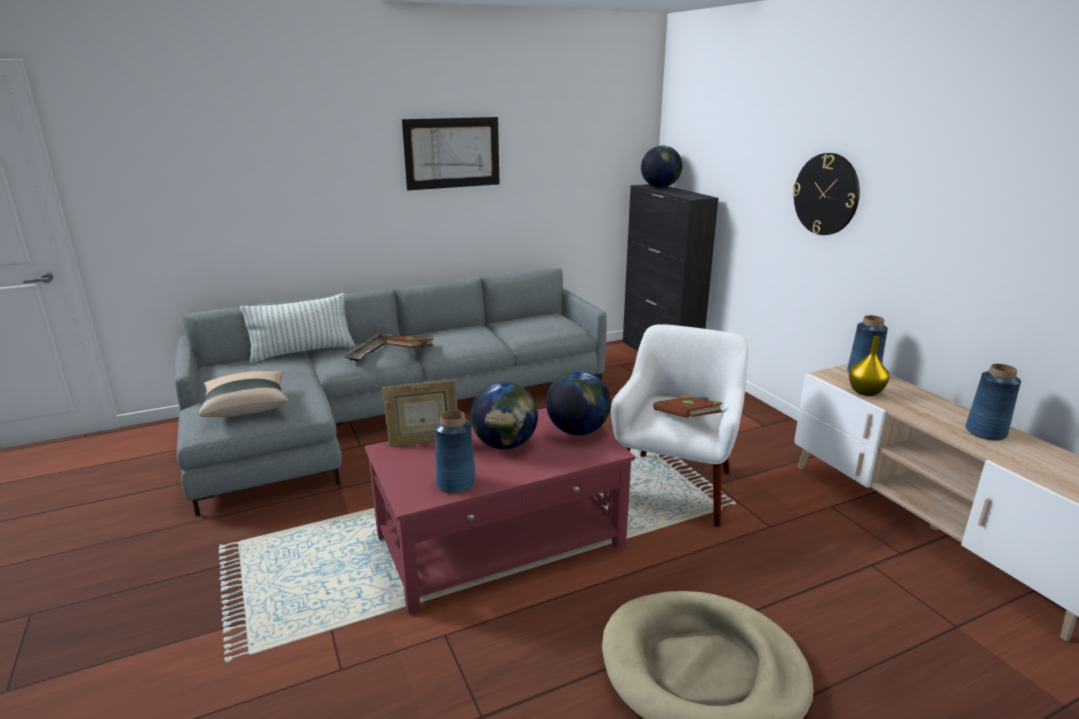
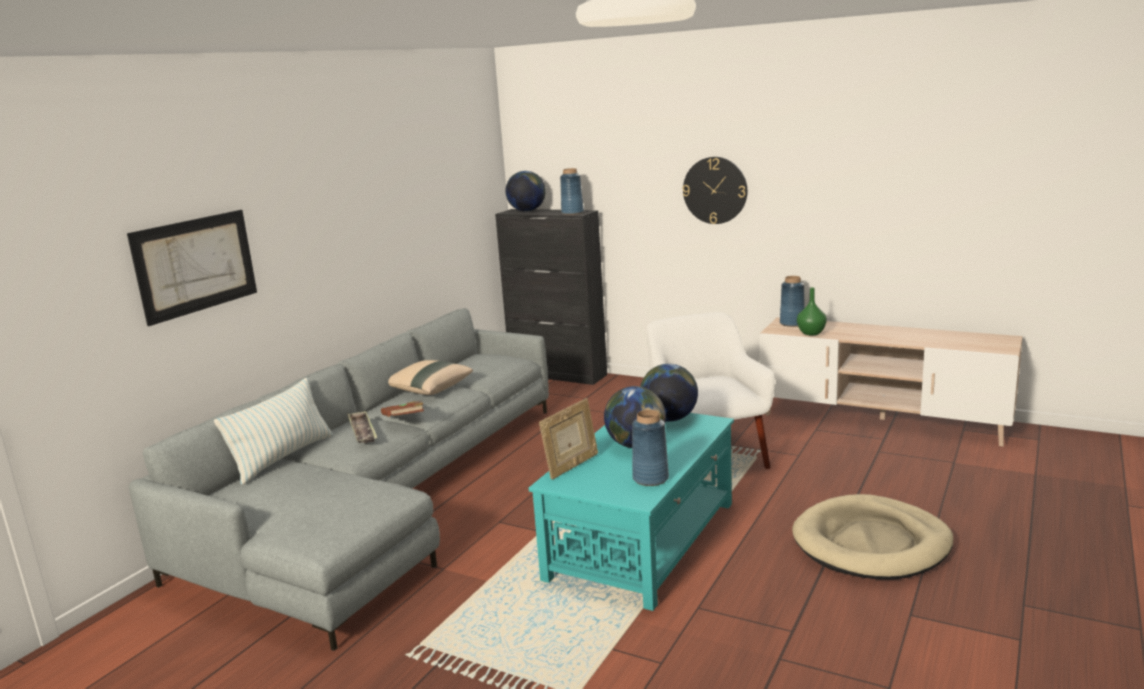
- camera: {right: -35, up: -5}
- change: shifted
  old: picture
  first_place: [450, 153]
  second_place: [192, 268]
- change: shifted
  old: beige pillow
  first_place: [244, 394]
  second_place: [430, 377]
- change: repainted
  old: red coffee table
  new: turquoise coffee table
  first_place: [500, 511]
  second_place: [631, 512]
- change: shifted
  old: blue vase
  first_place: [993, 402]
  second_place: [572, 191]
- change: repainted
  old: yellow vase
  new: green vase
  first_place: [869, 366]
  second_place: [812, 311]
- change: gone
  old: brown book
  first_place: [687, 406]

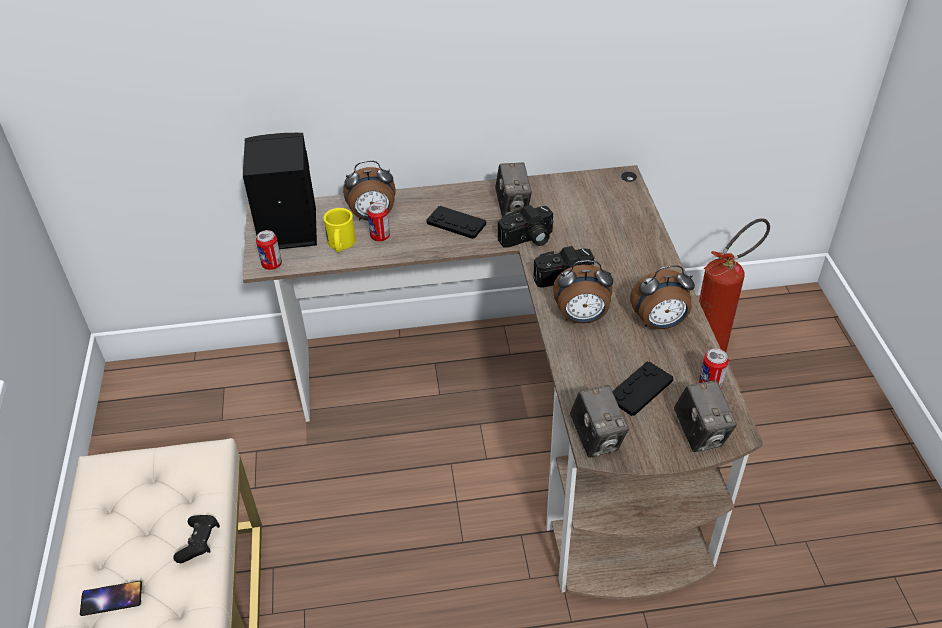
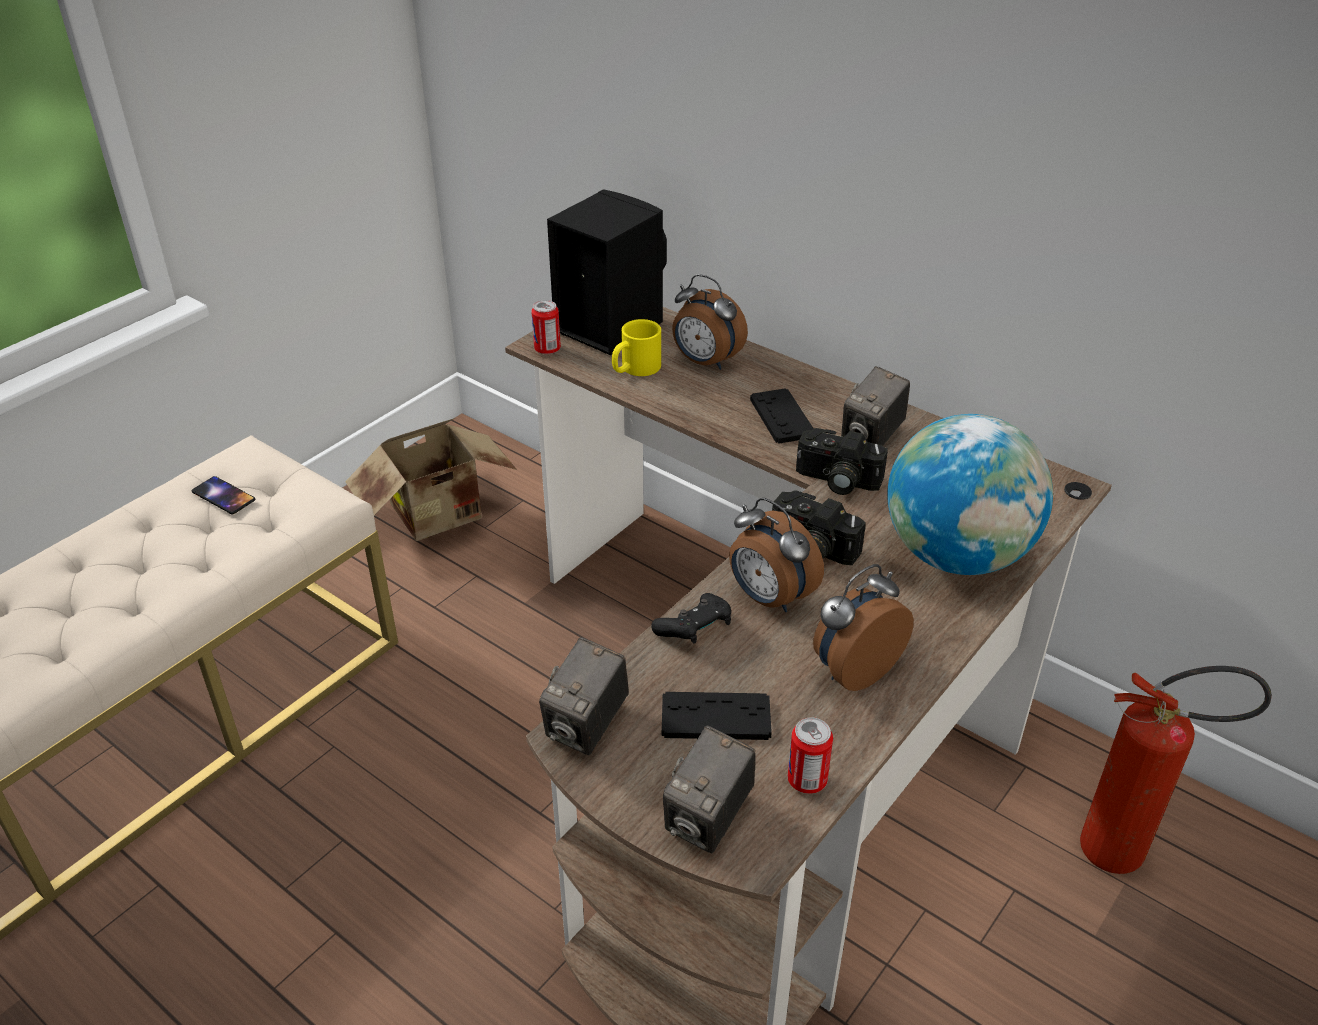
- camera: {right: 45, up: -5}
- change: shifted
  old: phone
  first_place: [111, 598]
  second_place: [224, 495]
- change: new
  new: cardboard box
  second_place: [431, 479]
- change: shifted
  old: black game controller
  first_place: [196, 539]
  second_place: [691, 618]
- change: rotated
  old: alarm clock
  first_place: [662, 297]
  second_place: [863, 627]
  degrees: 105
- change: new
  new: globe
  second_place: [970, 494]
- change: gone
  old: can
  first_place: [378, 222]

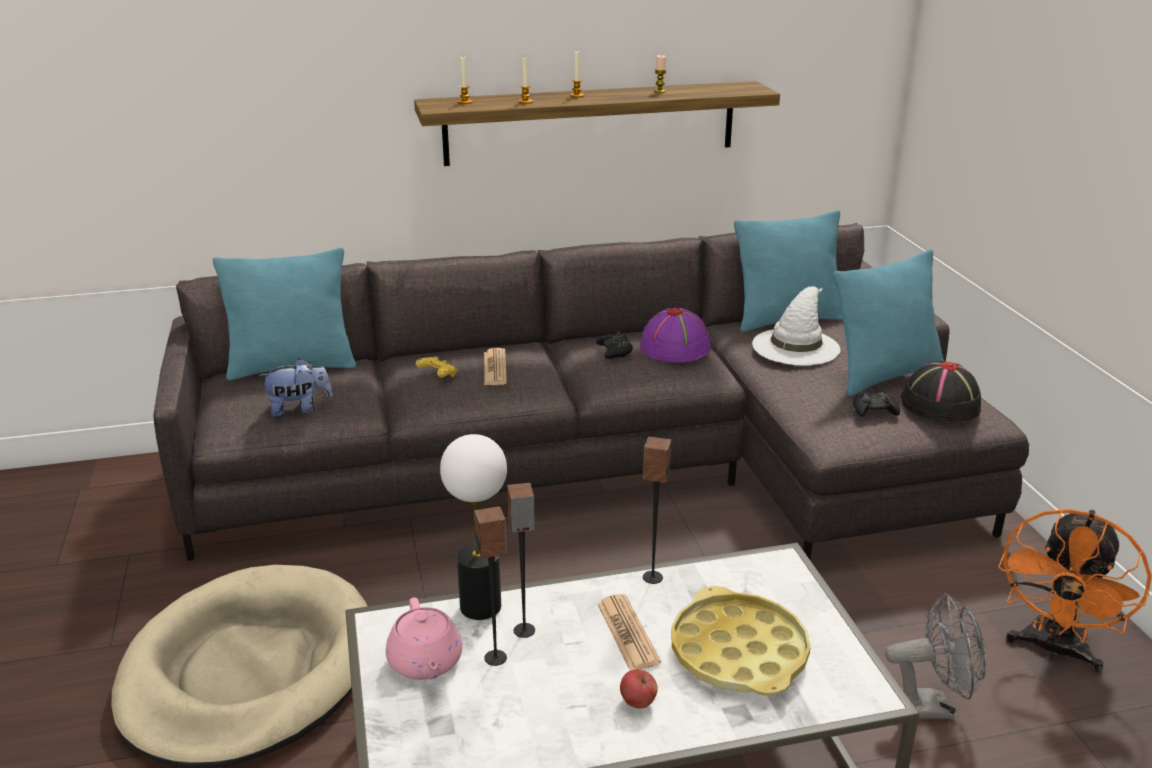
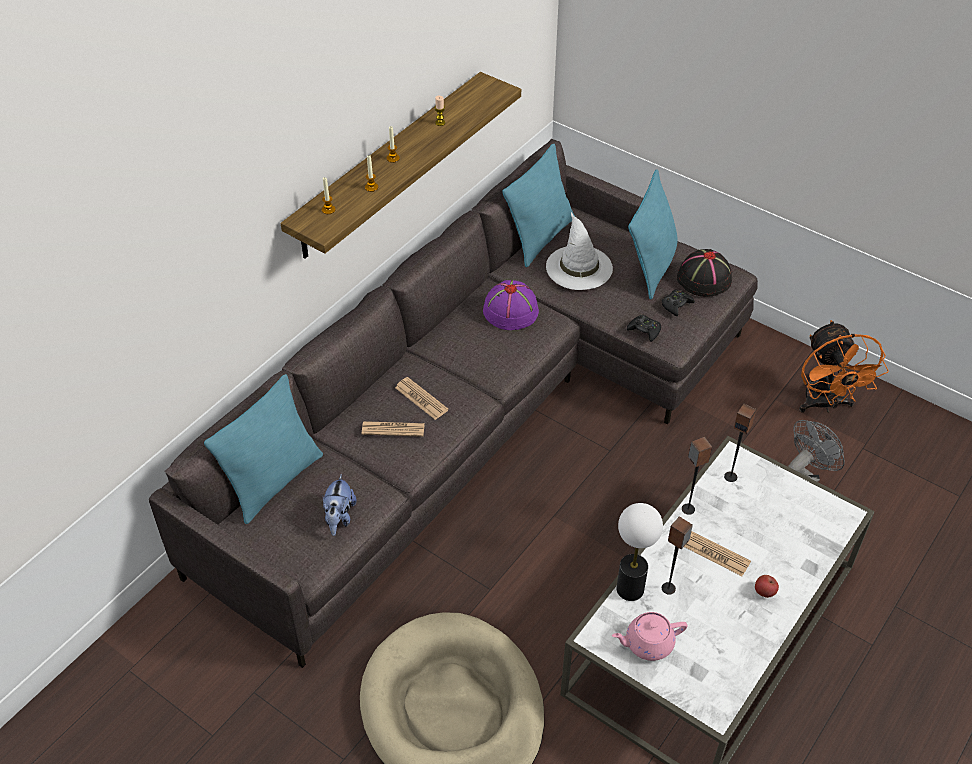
- camera: {right: -40, up: 20}
- change: rotated
  old: plush toy
  first_place: [295, 388]
  second_place: [340, 505]
  degrees: 150
- change: swapped
  old: yellow game controller
  new: newspaper
  first_place: [436, 366]
  second_place: [393, 429]
- change: rotated
  old: pink teapot
  first_place: [424, 638]
  second_place: [649, 636]
  degrees: 135
- change: shifted
  old: black game controller
  first_place: [614, 345]
  second_place: [644, 328]
- change: shifted
  old: speaker
  first_place: [490, 586]
  second_place: [740, 443]
- change: gone
  old: yellow tray
  first_place: [741, 641]

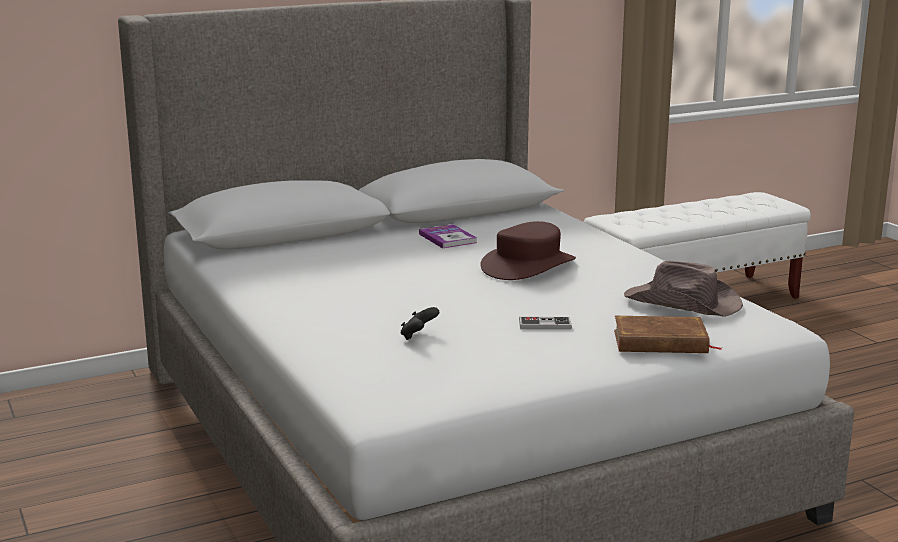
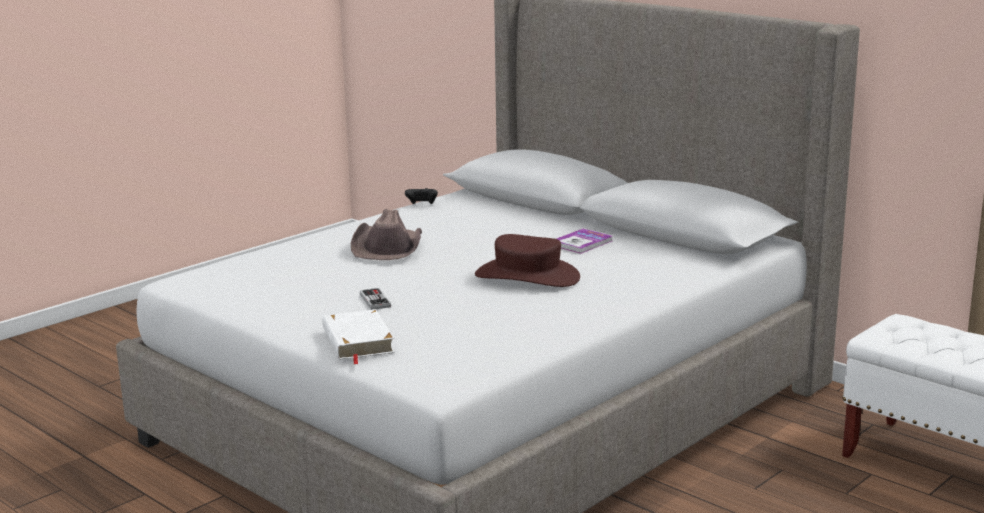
- camera: {right: 70, up: 0}
- change: repainted
  old: brown book
  new: white book
  first_place: [668, 334]
  second_place: [359, 336]
- change: shifted
  old: brown hat
  first_place: [683, 289]
  second_place: [386, 234]
- change: shifted
  old: black game controller
  first_place: [420, 323]
  second_place: [421, 196]

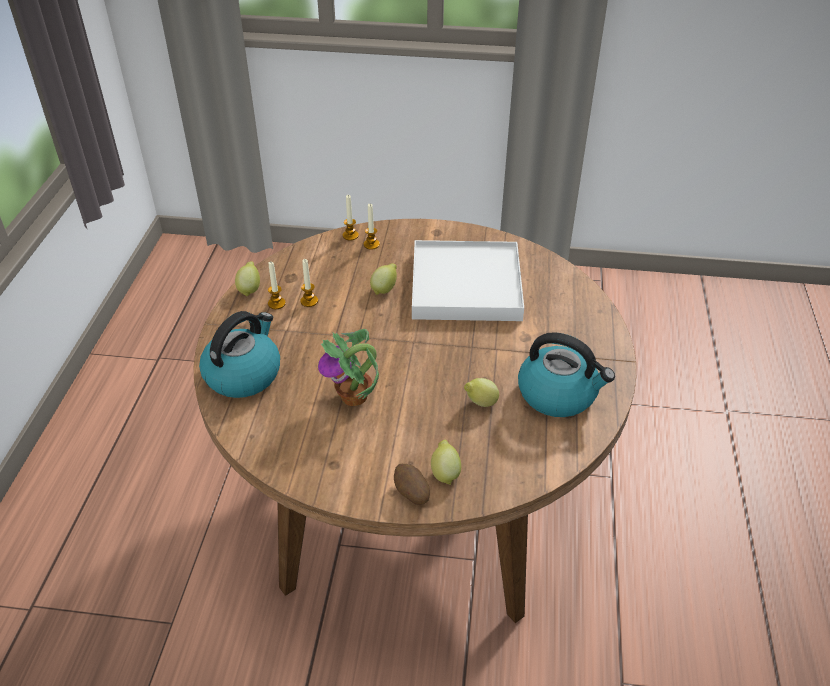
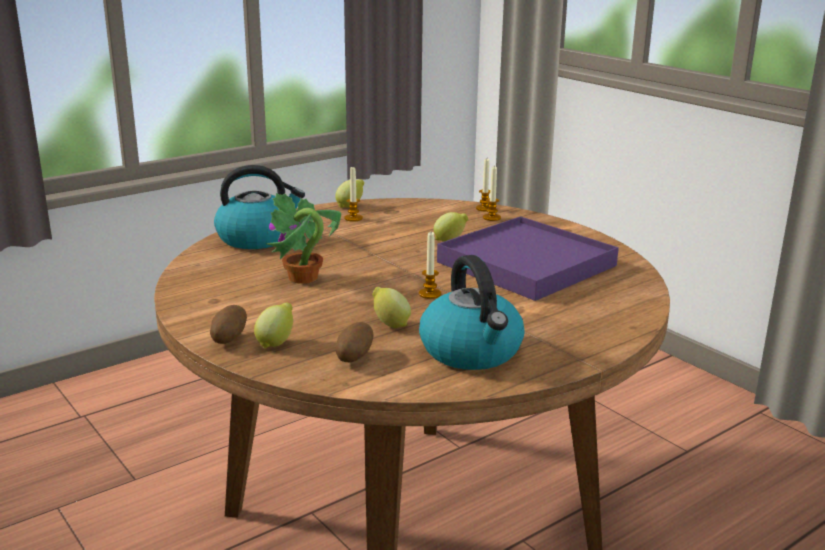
- camera: {right: 45, up: -20}
- change: new
  new: potato
  second_place: [355, 342]
- change: shifted
  old: candle
  first_place: [309, 283]
  second_place: [430, 265]
- change: repainted
  old: white tray
  new: purple tray
  first_place: [468, 280]
  second_place: [528, 258]

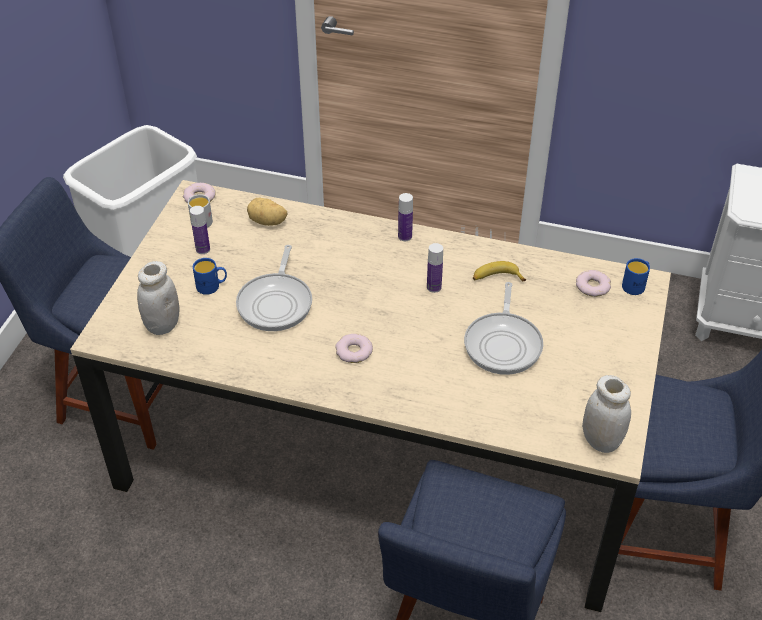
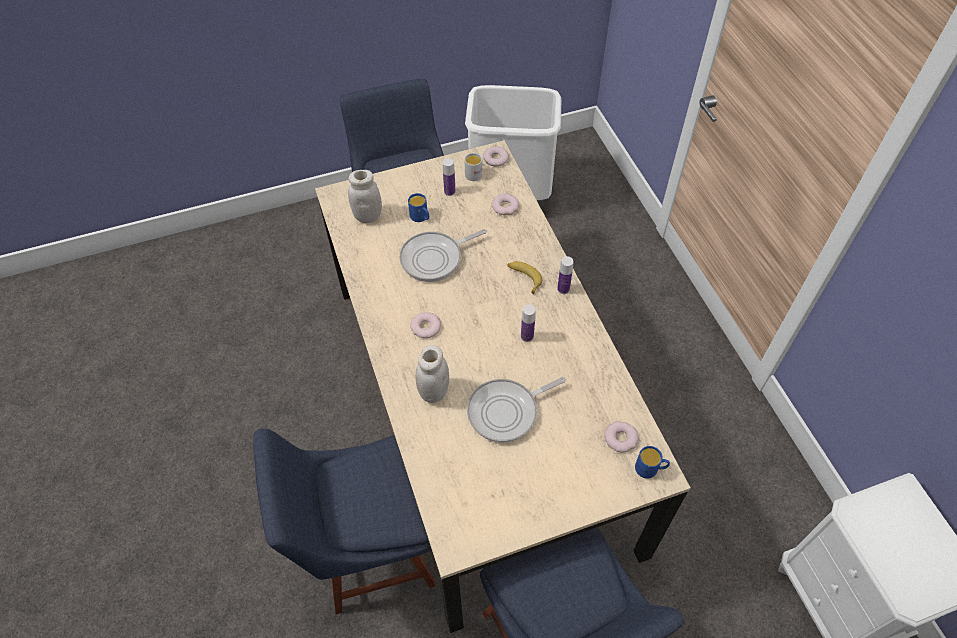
- camera: {right: 55, up: 10}
- change: shifted
  old: white jar
  first_place: [606, 414]
  second_place: [432, 374]
- change: swapped
  old: potato
  new: donut
  first_place: [267, 212]
  second_place: [506, 204]
- change: shifted
  old: banana
  first_place: [499, 271]
  second_place: [525, 277]

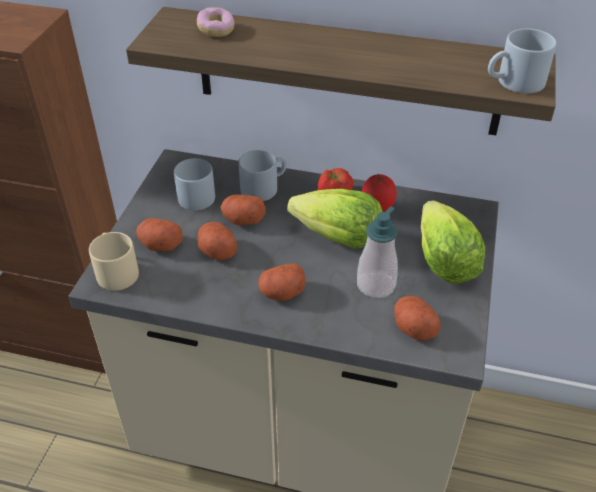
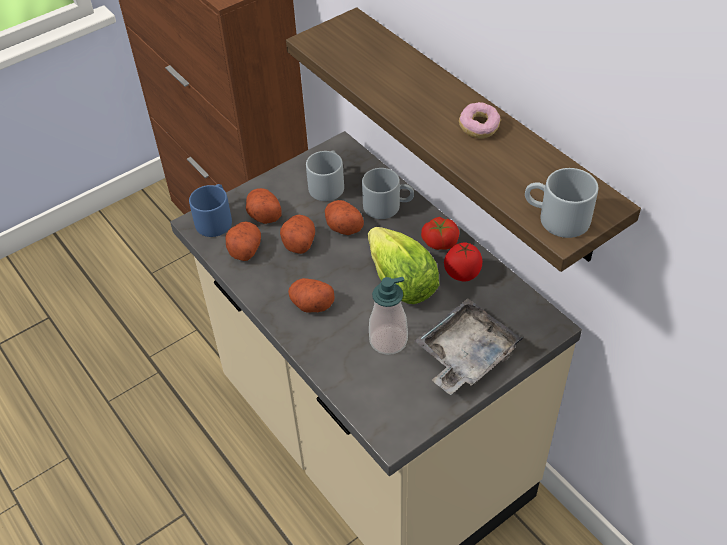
- camera: {right: 40, up: 5}
- change: repainted
  old: beige mug
  new: blue mug
  first_place: [114, 261]
  second_place: [210, 210]
- change: shifted
  old: potato
  first_place: [417, 318]
  second_place: [243, 241]
- change: swapped
  old: lettuce
  new: grey tray
  first_place: [453, 242]
  second_place: [469, 346]
- change: shifted
  old: donut
  first_place: [215, 22]
  second_place: [480, 120]

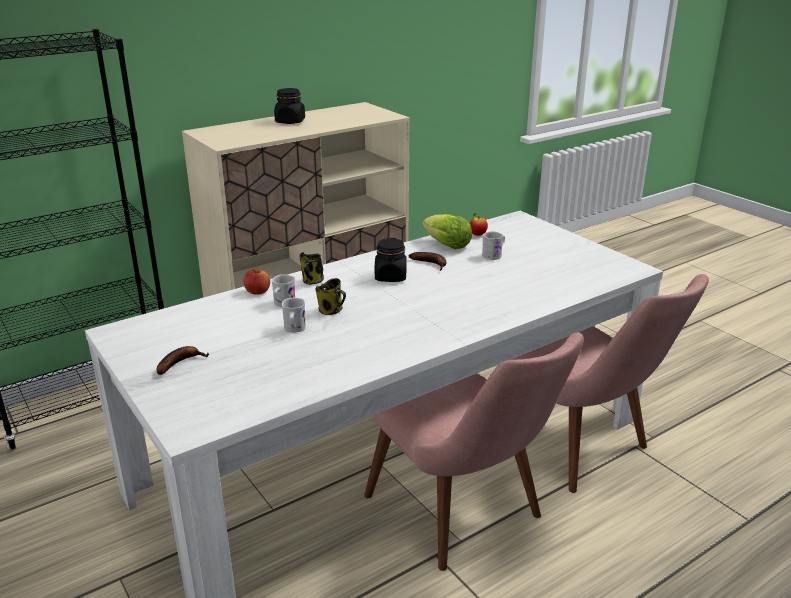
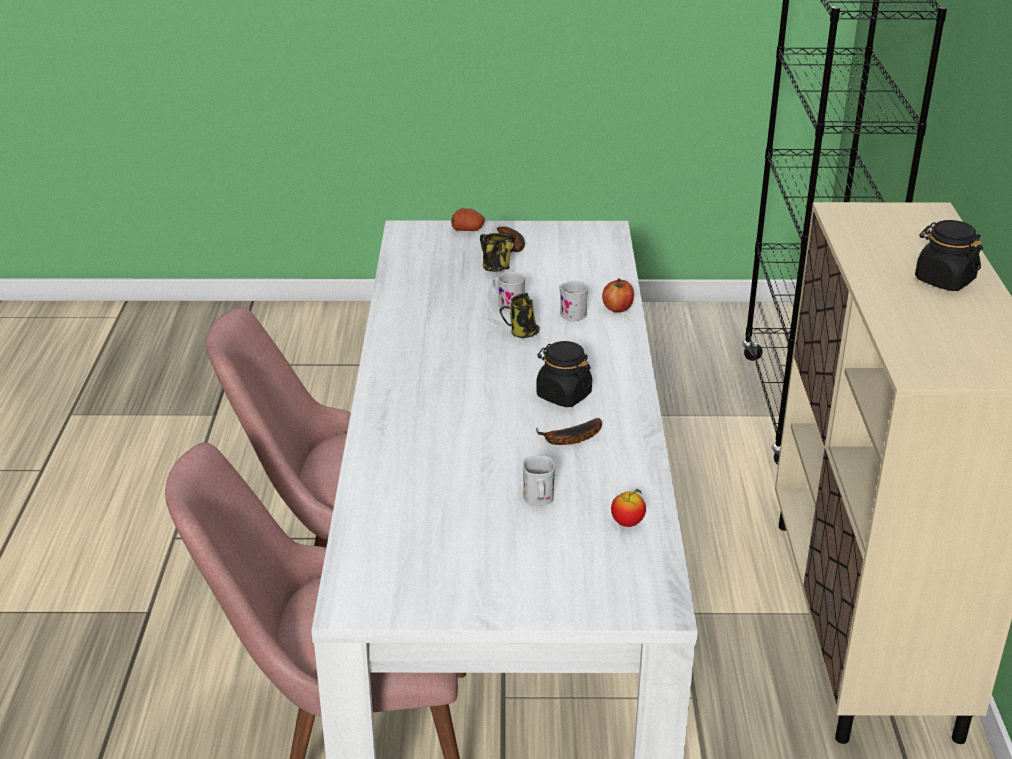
- camera: {right: 125, up: 5}
- change: new
  new: potato
  second_place: [468, 219]
- change: shifted
  old: mug
  first_place: [311, 268]
  second_place: [496, 252]
- change: gone
  old: lettuce
  first_place: [447, 231]

